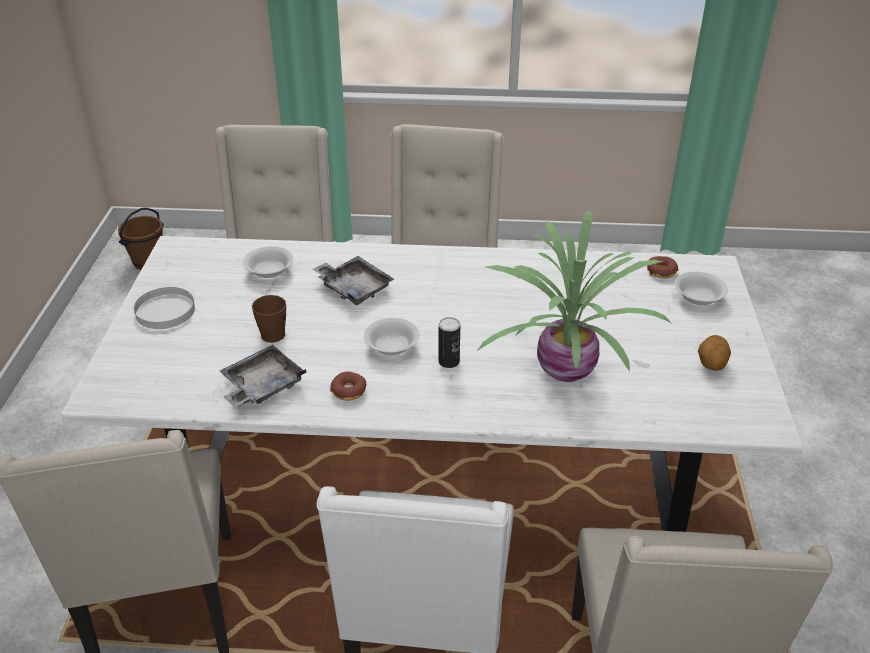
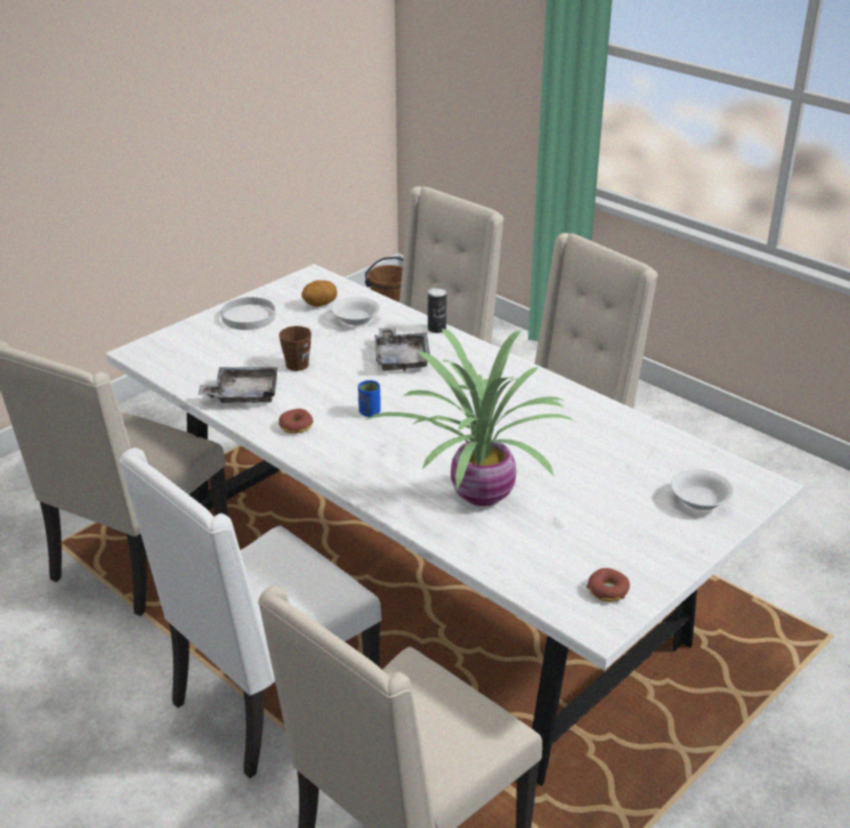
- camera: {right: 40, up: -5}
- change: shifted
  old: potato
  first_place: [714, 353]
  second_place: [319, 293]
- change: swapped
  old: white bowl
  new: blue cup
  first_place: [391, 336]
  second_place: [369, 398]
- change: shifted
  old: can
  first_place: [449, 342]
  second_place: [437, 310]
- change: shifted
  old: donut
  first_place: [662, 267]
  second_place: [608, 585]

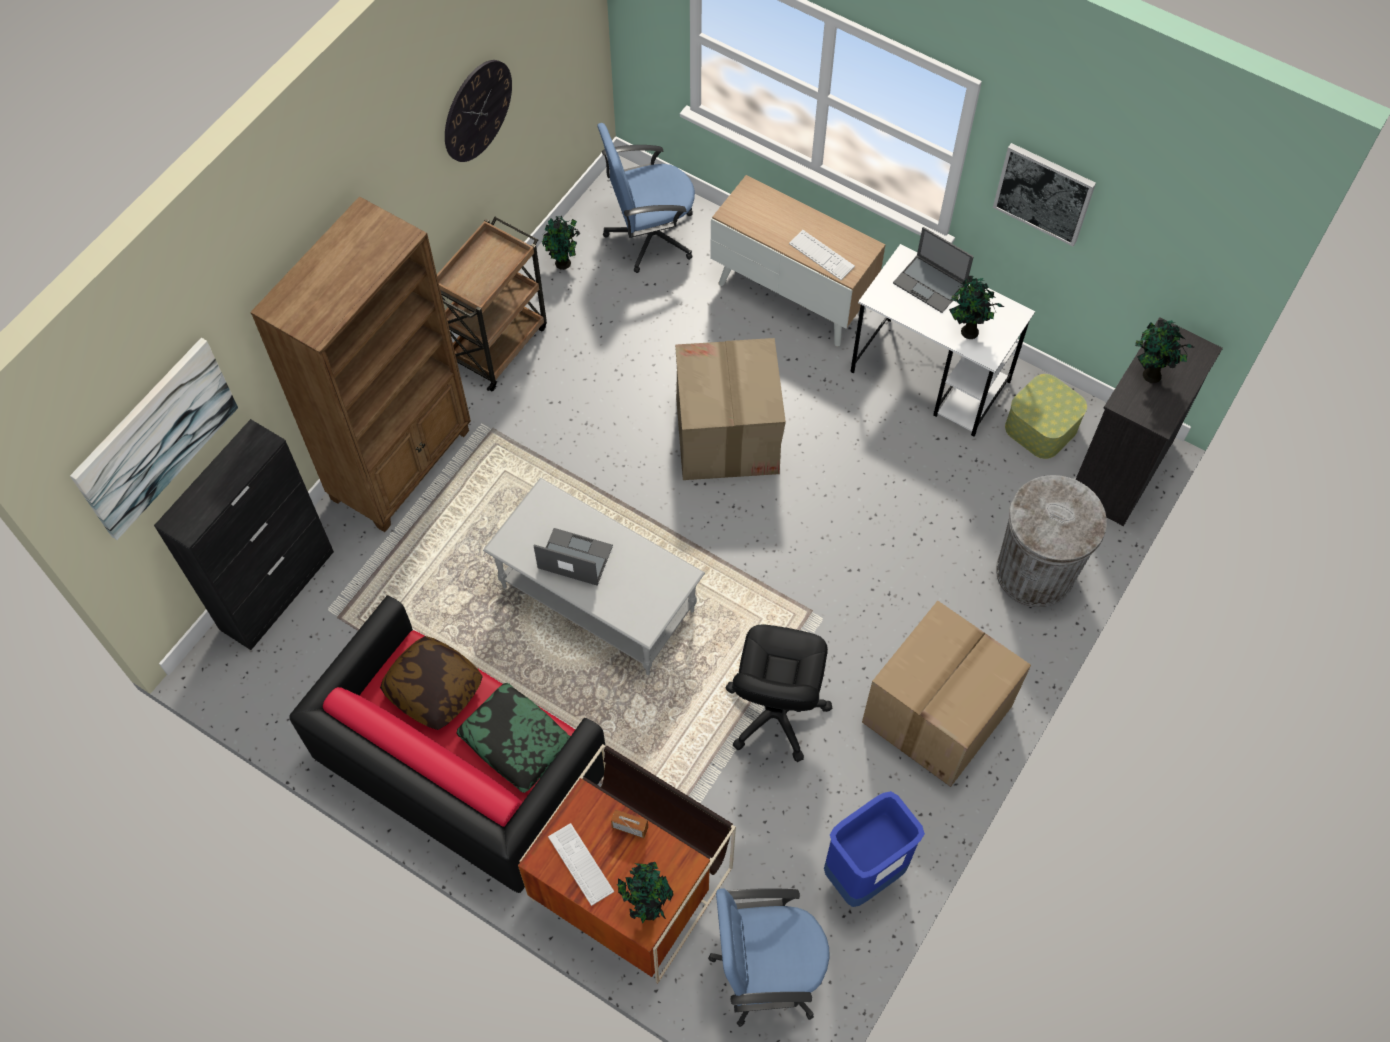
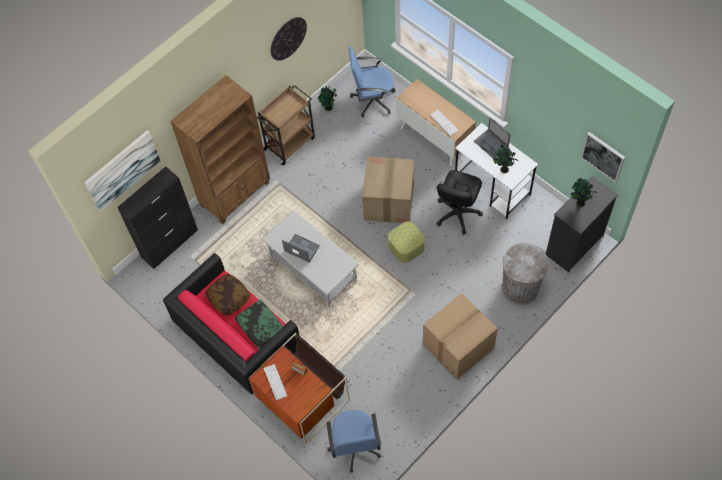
- camera: {right: 15, up: 0}
- change: rotated
  old: blue office chair
  first_place: [768, 957]
  second_place: [353, 441]
  degrees: -105
- change: shifted
  old: storage box
  first_place: [1046, 416]
  second_place: [406, 242]
- change: shifted
  old: black office chair
  first_place: [778, 693]
  second_place: [459, 202]
- change: shifted
  old: picture
  first_place: [1044, 194]
  second_place: [603, 157]
- change: gone
  old: potted plant
  first_place: [645, 893]
- change: gone
  old: blue trash can
  first_place: [874, 849]

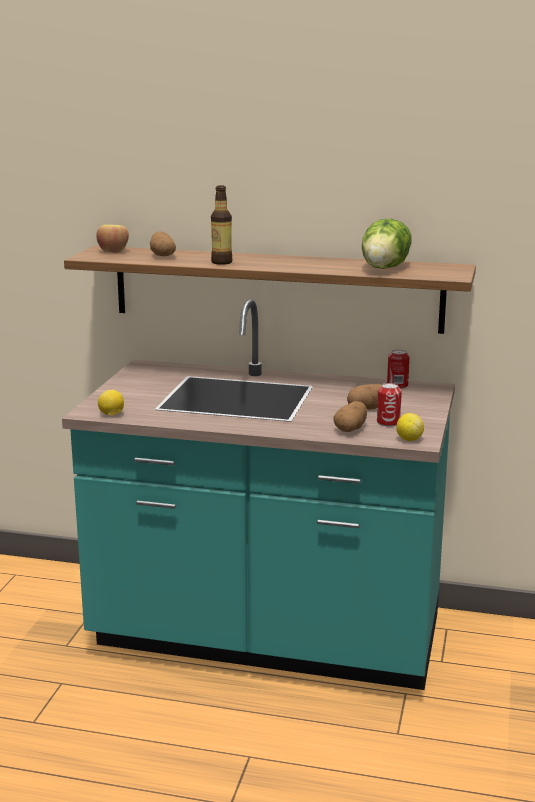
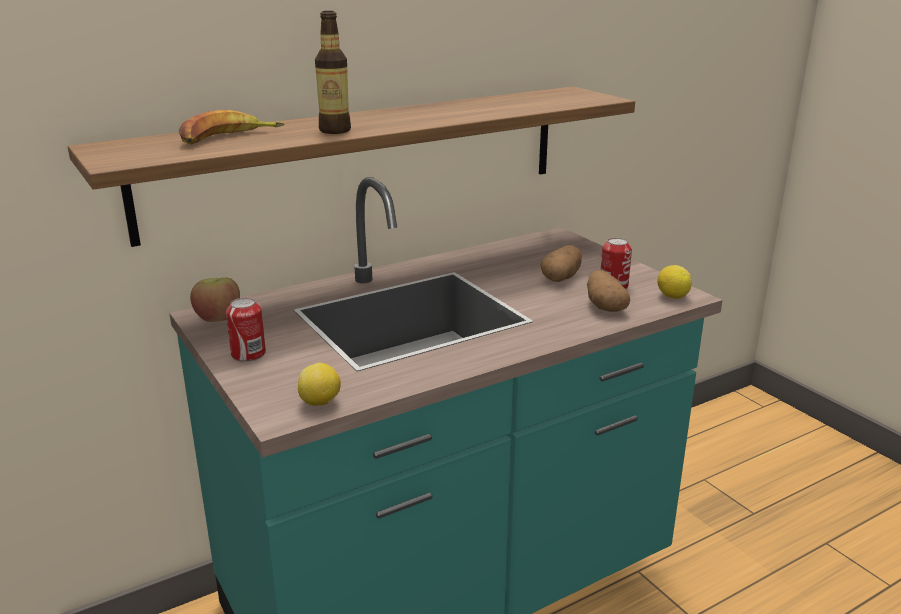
- camera: {right: -45, up: 5}
- change: swapped
  old: potato
  new: banana
  first_place: [163, 244]
  second_place: [231, 127]
- change: shifted
  old: apple
  first_place: [112, 239]
  second_place: [215, 299]
- change: shifted
  old: can
  first_place: [398, 369]
  second_place: [246, 330]
- change: gone
  old: lettuce
  first_place: [387, 244]

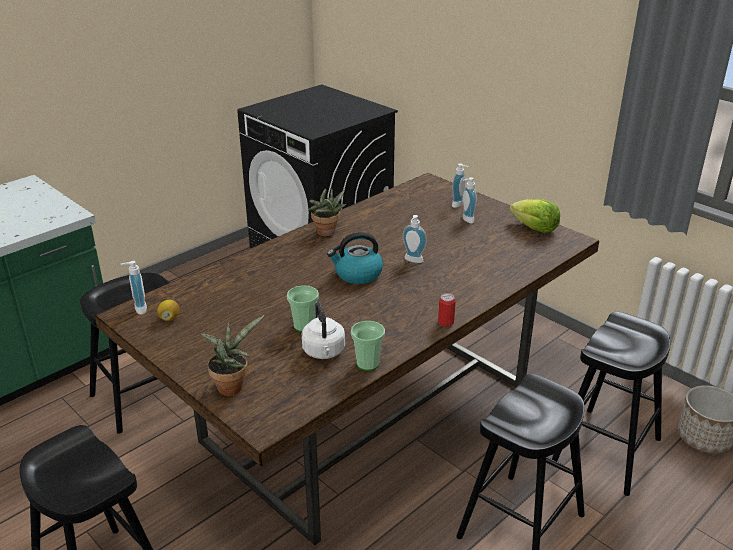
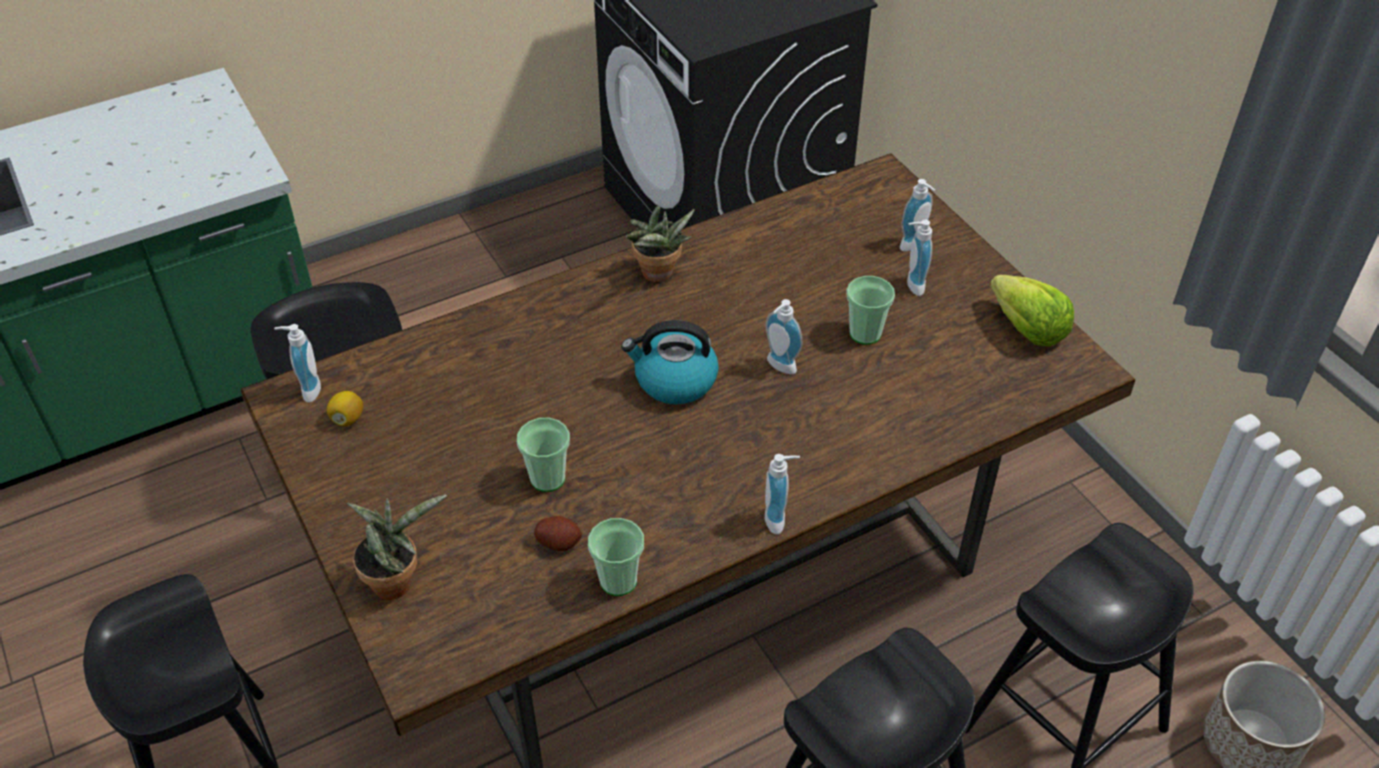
- camera: {right: 15, up: 15}
- change: swapped
  old: white kettle
  new: potato
  first_place: [323, 330]
  second_place: [558, 533]
- change: swapped
  old: can
  new: soap dispenser
  first_place: [447, 310]
  second_place: [782, 494]
- change: new
  new: cup
  second_place: [870, 310]

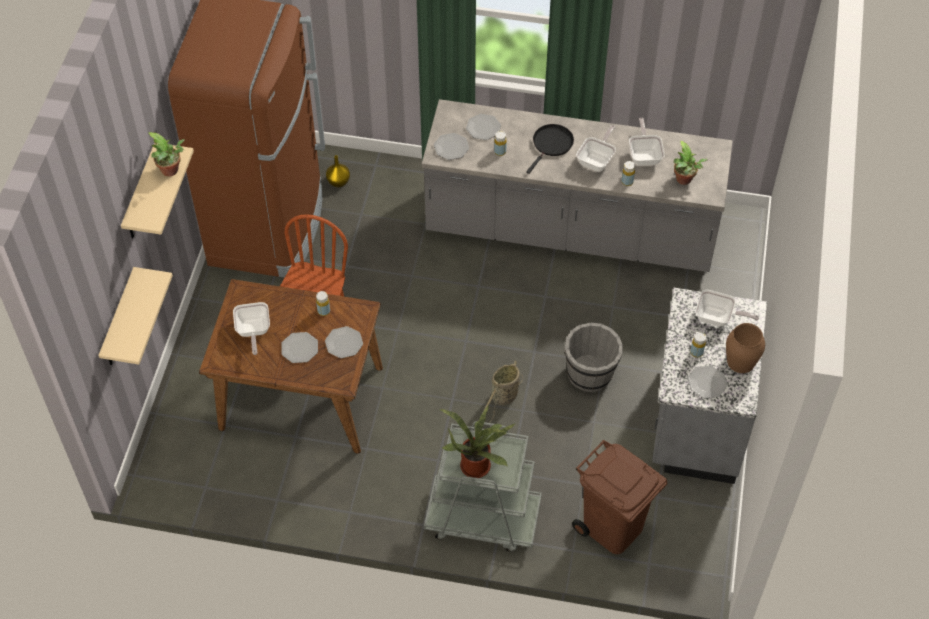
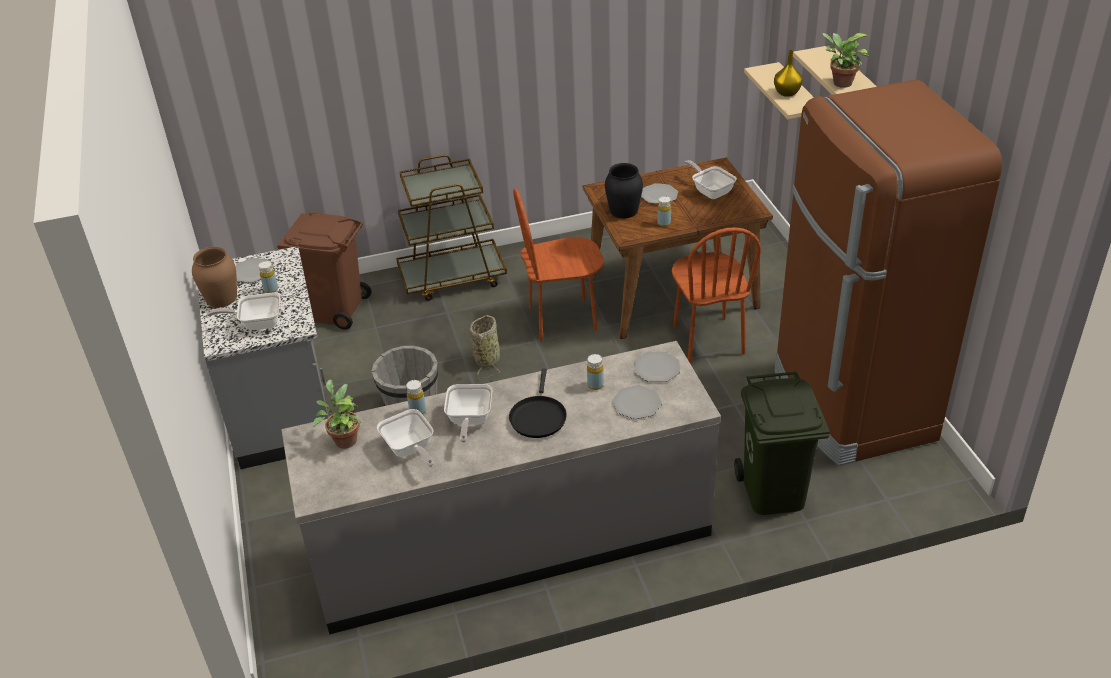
- camera: {right: 155, up: -15}
- change: repainted
  old: grey cart
  new: brown cart
  first_place: [483, 486]
  second_place: [451, 228]
- change: new
  new: brown chair
  second_place: [558, 265]
- change: swapped
  old: plate
  new: black vase
  first_place: [344, 342]
  second_place: [624, 190]
- change: new
  new: green trash can
  second_place: [782, 443]
- change: shifted
  old: yellow vase
  first_place: [338, 171]
  second_place: [788, 73]
- change: gone
  old: potted plant
  first_place: [477, 441]

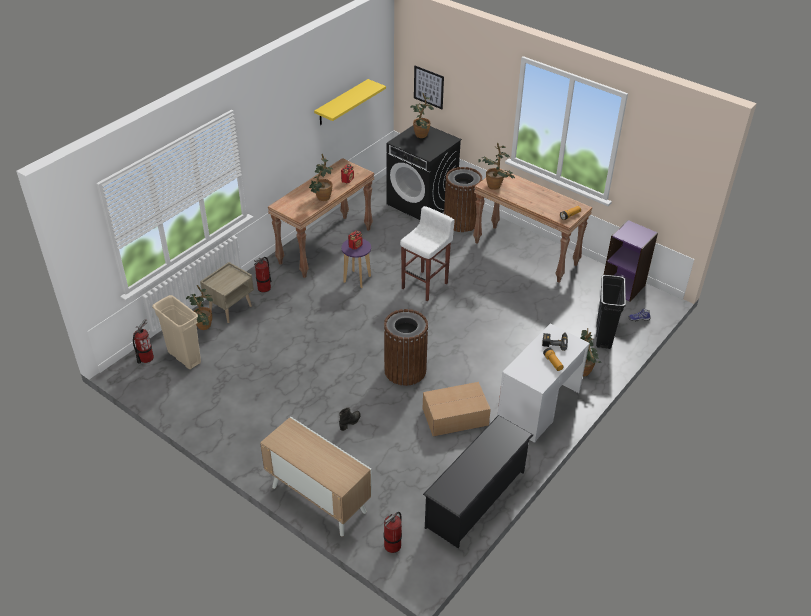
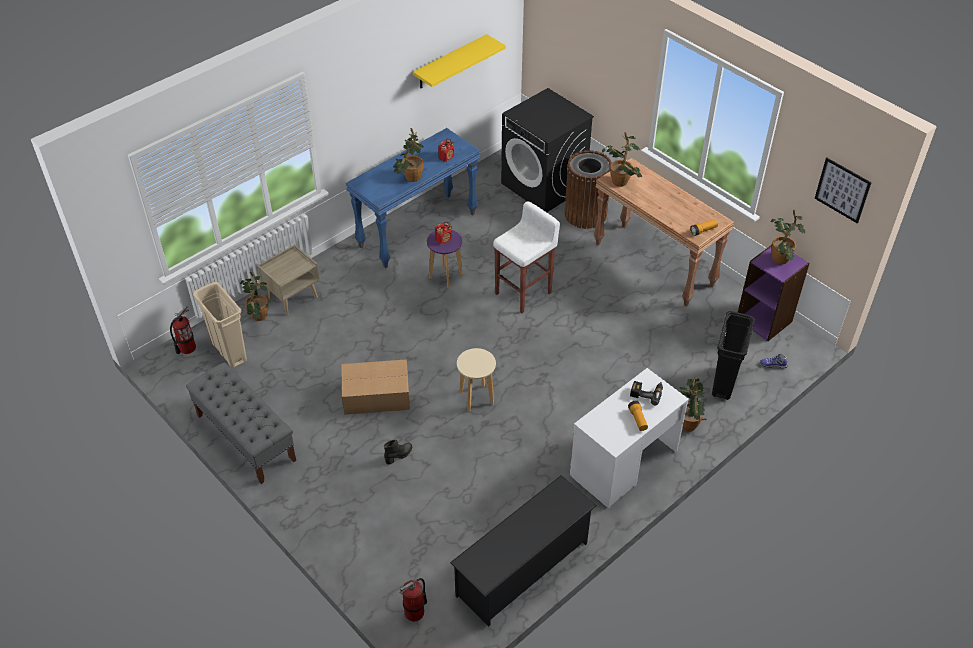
- camera: {right: 10, up: 5}
- change: new
  new: grey bench
  second_place: [241, 423]
- change: shifted
  old: cardboard box
  first_place: [457, 409]
  second_place: [375, 387]
- change: repainted
  old: brown console table
  new: blue console table
  first_place: [321, 218]
  second_place: [413, 198]
- change: swapped
  old: brown trash can
  new: beige stool
  first_place: [406, 347]
  second_place: [476, 380]
- change: shifted
  old: potted plant
  first_place: [422, 115]
  second_place: [788, 236]
- change: shifted
  old: picture
  first_place: [429, 87]
  second_place: [843, 191]
- change: gone
  old: fire extinguisher
  first_place: [262, 274]
- change: gone
  old: cabinet
  first_place: [316, 476]

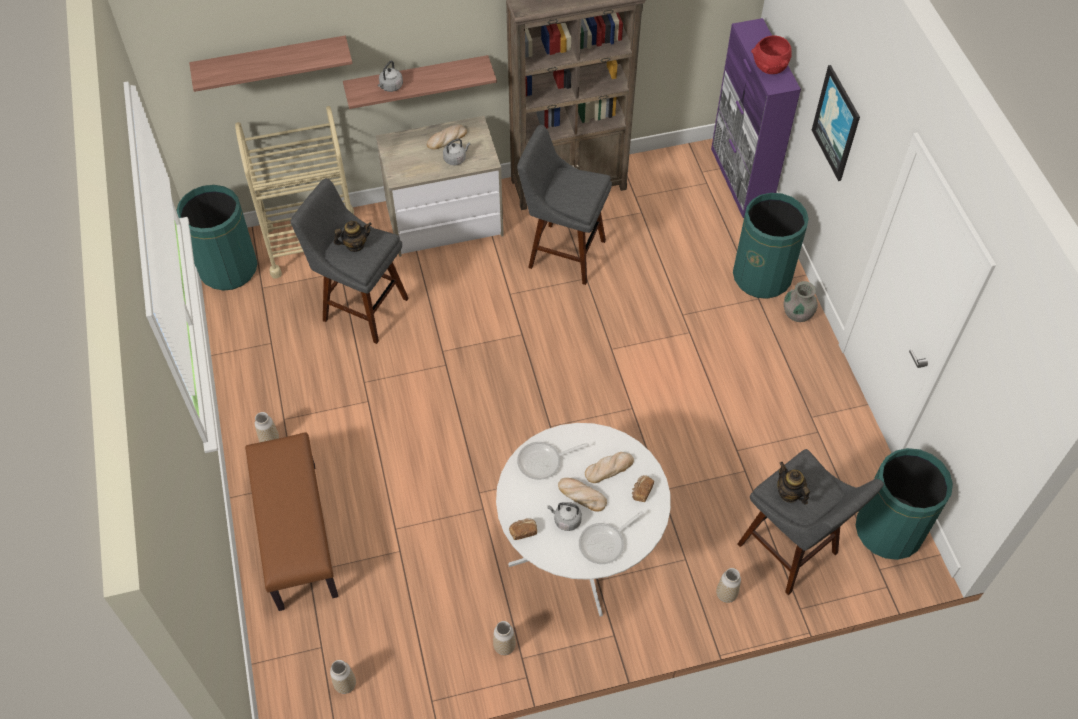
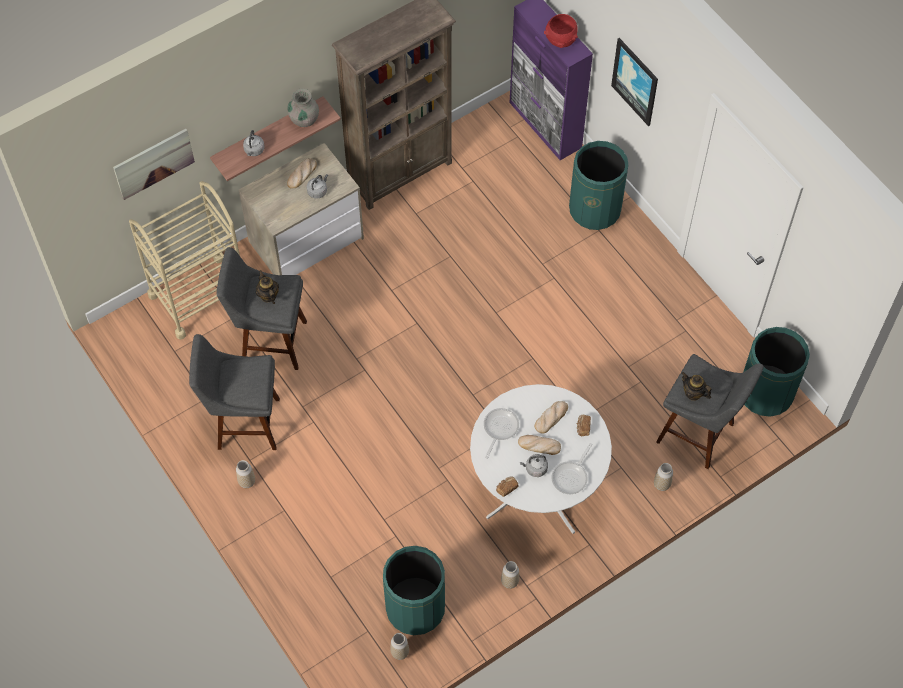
- camera: {right: -20, up: 5}
- change: swapped
  old: shelf
  new: picture
  first_place: [270, 64]
  second_place: [154, 164]
- change: shifted
  old: grey stool
  first_place: [564, 205]
  second_place: [234, 392]
- change: rotated
  old: teapot
  first_place: [353, 236]
  second_place: [267, 287]
  degrees: -75
- change: shifted
  old: grey vase
  first_place: [800, 301]
  second_place: [303, 108]
- change: shifted
  old: green trash can
  first_place: [217, 238]
  second_place: [414, 590]
- change: rotated
  old: frying pan
  first_place: [552, 461]
  second_place: [501, 433]
  degrees: 150
- change: gone
  old: brown bench
  first_place: [291, 521]

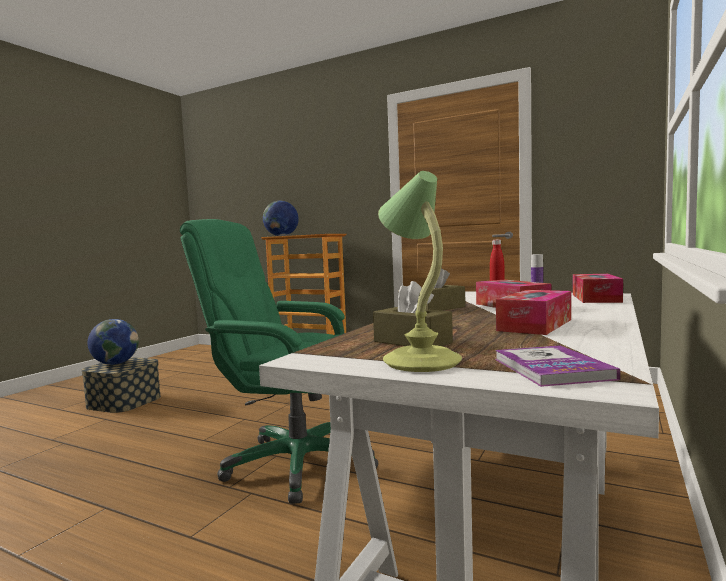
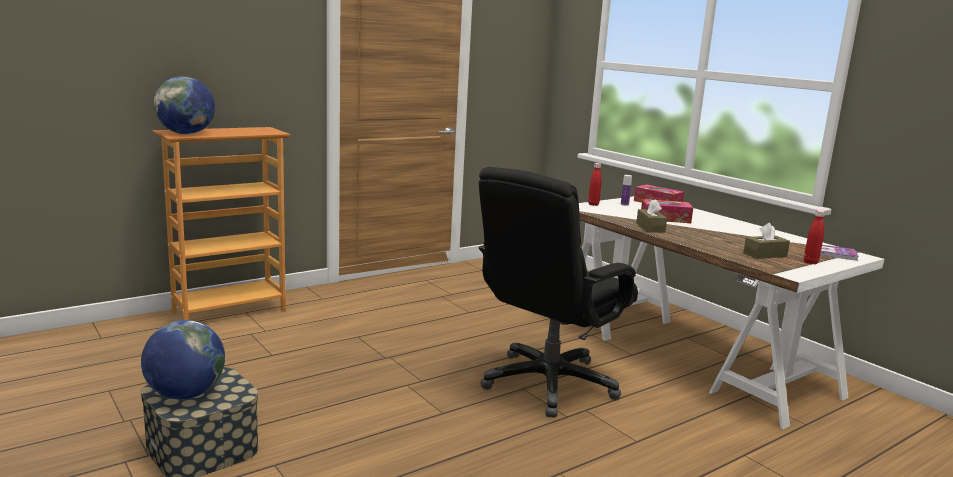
- camera: {right: -65, up: 10}
- change: repainted
  old: green office chair
  new: black office chair
  first_place: [279, 361]
  second_place: [558, 292]
- change: swapped
  old: table lamp
  new: red bottle
  first_place: [420, 271]
  second_place: [814, 237]
- change: gone
  old: tissue box
  first_place: [533, 312]

